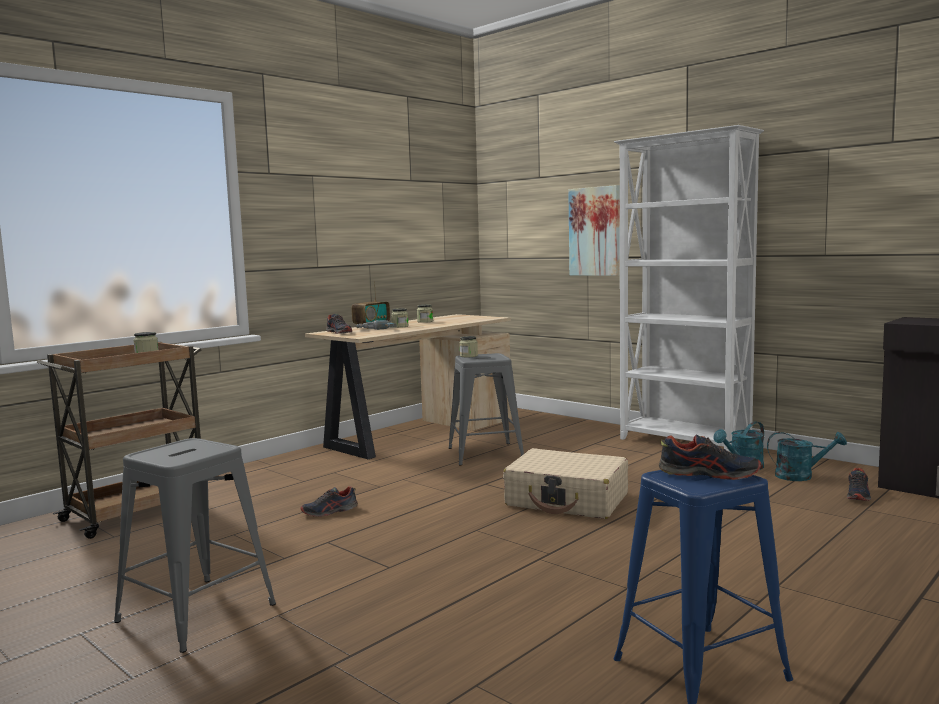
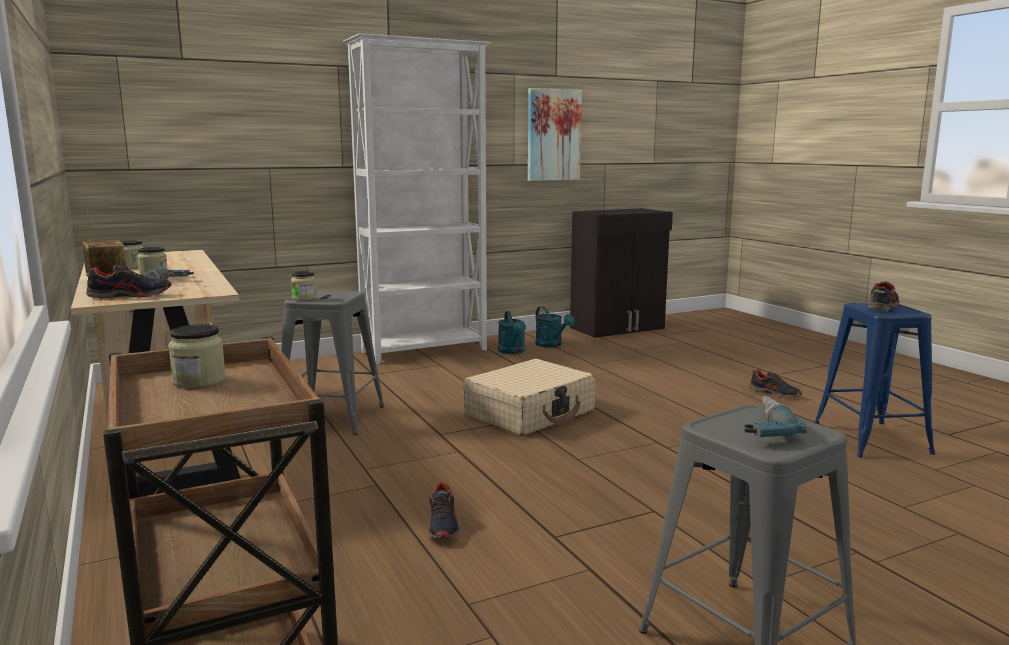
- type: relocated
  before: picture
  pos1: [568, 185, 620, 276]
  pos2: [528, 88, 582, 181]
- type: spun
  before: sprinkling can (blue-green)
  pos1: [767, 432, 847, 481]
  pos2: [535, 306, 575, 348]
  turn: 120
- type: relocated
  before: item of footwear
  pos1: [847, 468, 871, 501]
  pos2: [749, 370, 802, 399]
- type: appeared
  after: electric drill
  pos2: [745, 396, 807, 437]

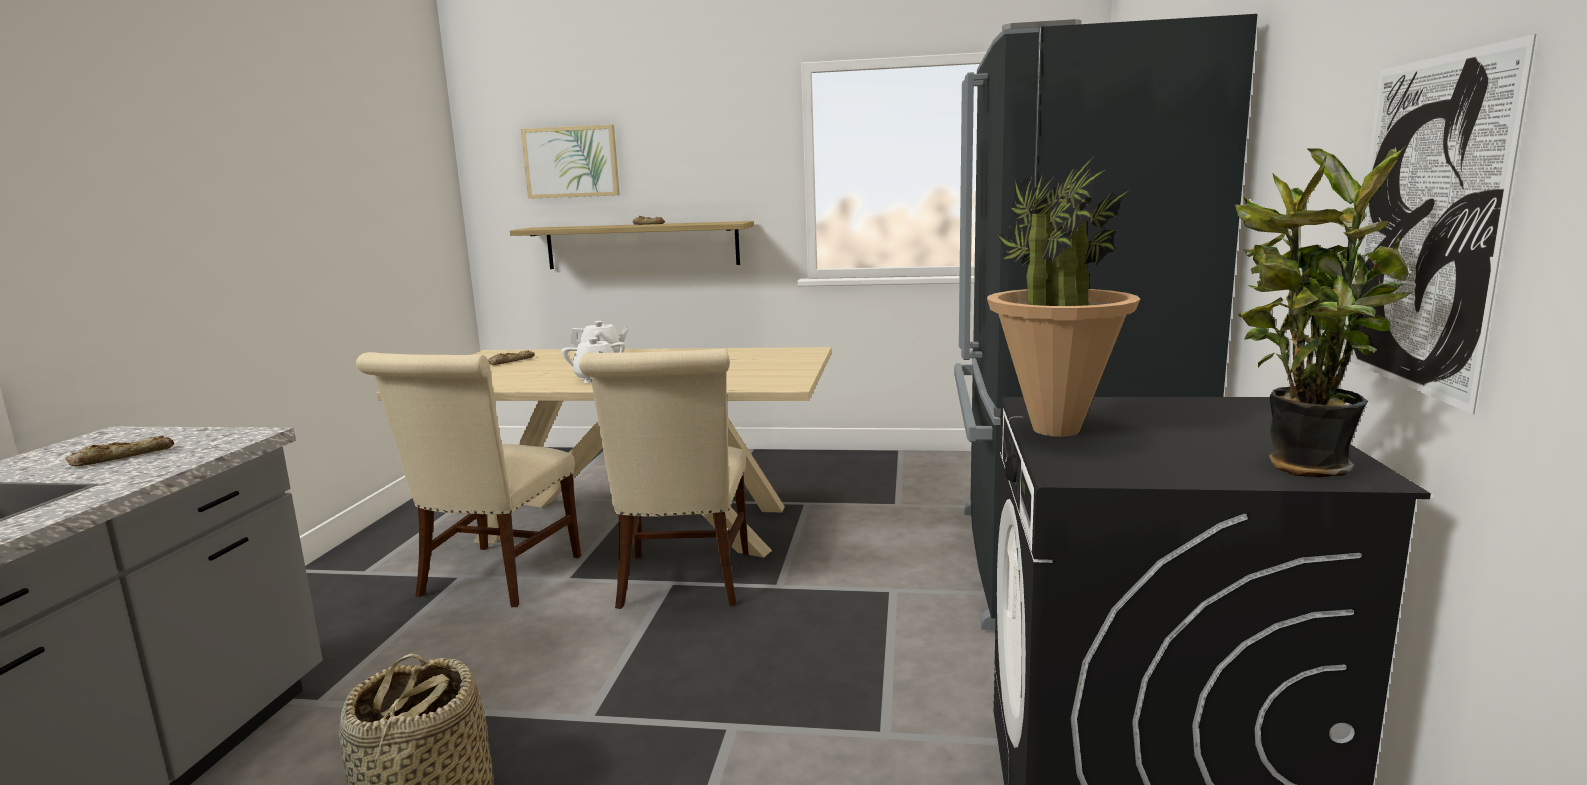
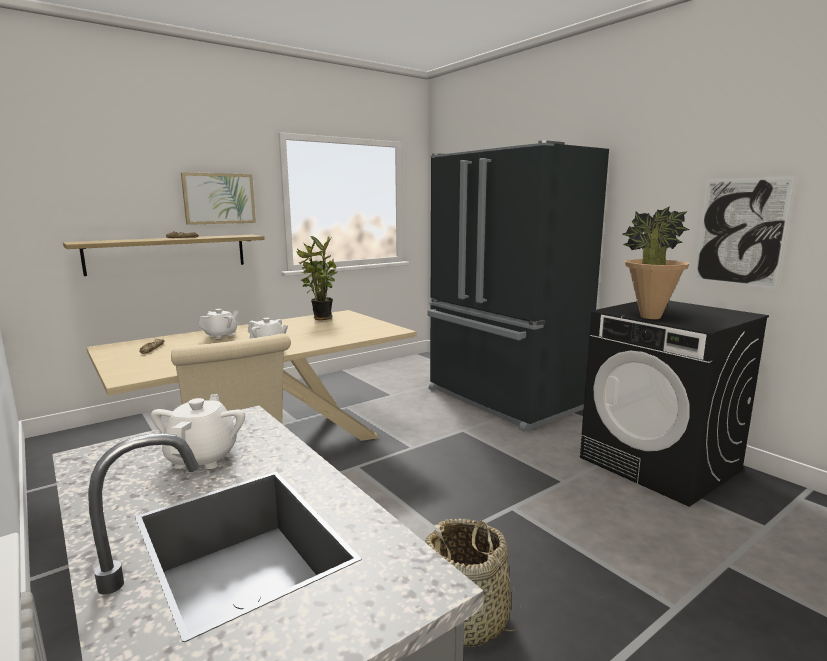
- type: exchanged
  before: baked bread
  after: teapot (white-coloured)
  pos1: [66, 436, 174, 466]
  pos2: [151, 394, 245, 469]
- type: relocated
  before: picture
  pos1: [521, 125, 620, 199]
  pos2: [181, 172, 256, 225]
- type: missing
  before: chair (beige-coloured)
  pos1: [579, 348, 749, 609]
- type: relocated
  before: plant in a pot
  pos1: [1235, 147, 1413, 477]
  pos2: [296, 236, 337, 320]

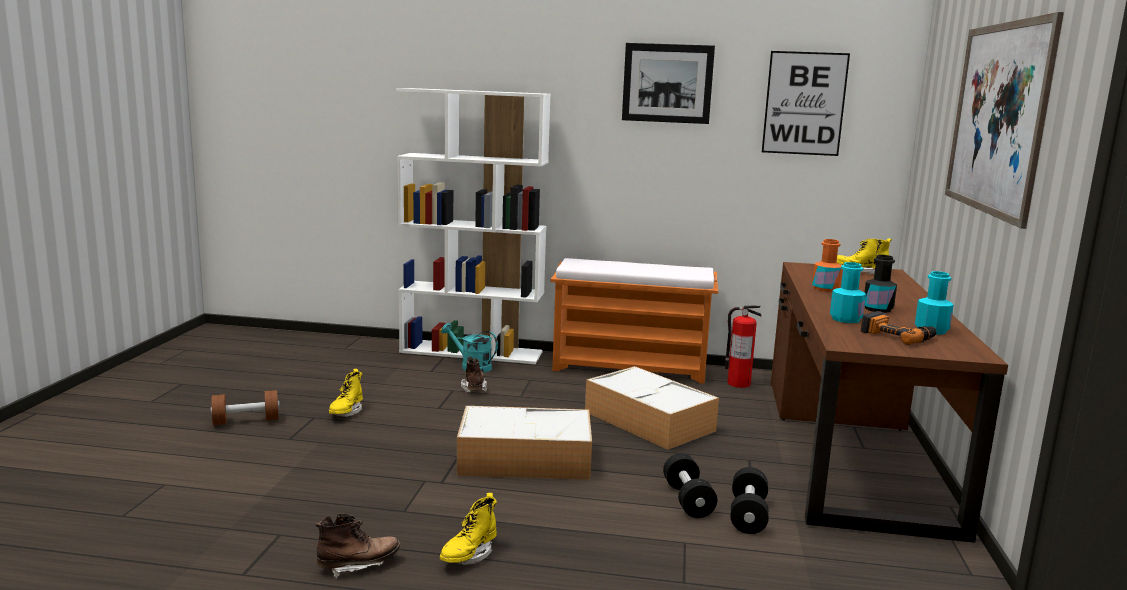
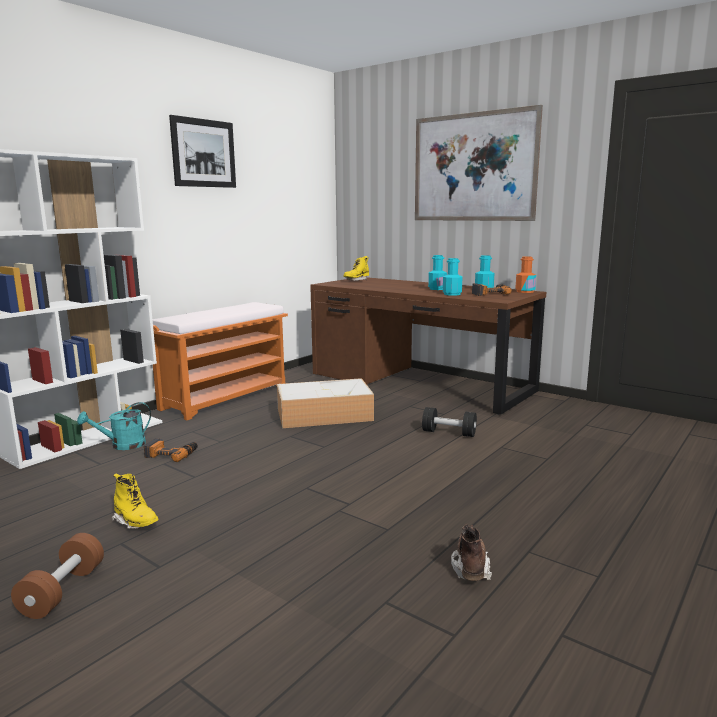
- type: missing
  before: tall boot (yellow)
  pos1: [440, 493, 497, 565]
- type: missing
  before: storage box
  pos1: [457, 406, 592, 480]
- type: exchanged
  before: tall boot (brown)
  after: electric drill
  pos1: [461, 356, 488, 392]
  pos2: [144, 438, 198, 462]
- type: missing
  before: fire-fighting cylinder
  pos1: [725, 306, 761, 388]
- type: missing
  before: free weight (blackish)
  pos1: [730, 467, 769, 534]
- type: missing
  before: picture
  pos1: [762, 51, 850, 156]
- type: relocated
  before: drink bottle (orange)
  pos1: [812, 239, 843, 292]
  pos2: [515, 256, 536, 293]
- type: colour
  before: drink bottle (blackish)
  after: drink bottle (blue-green)
  pos1: [864, 255, 897, 313]
  pos2: [428, 255, 447, 290]

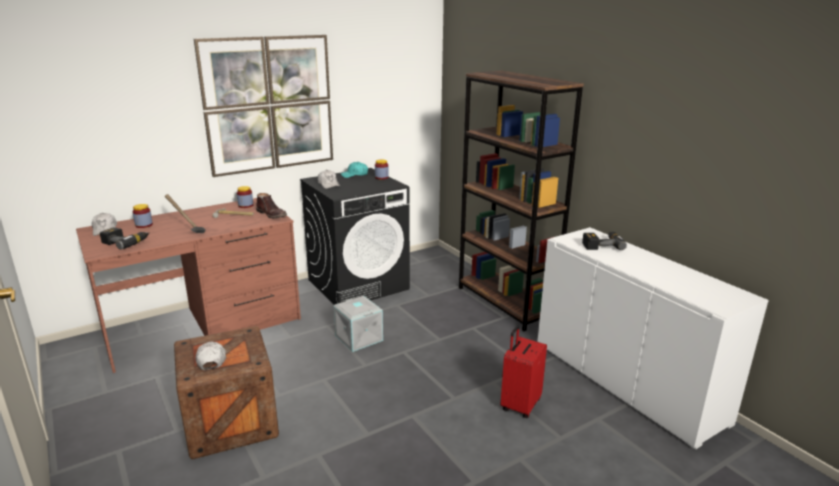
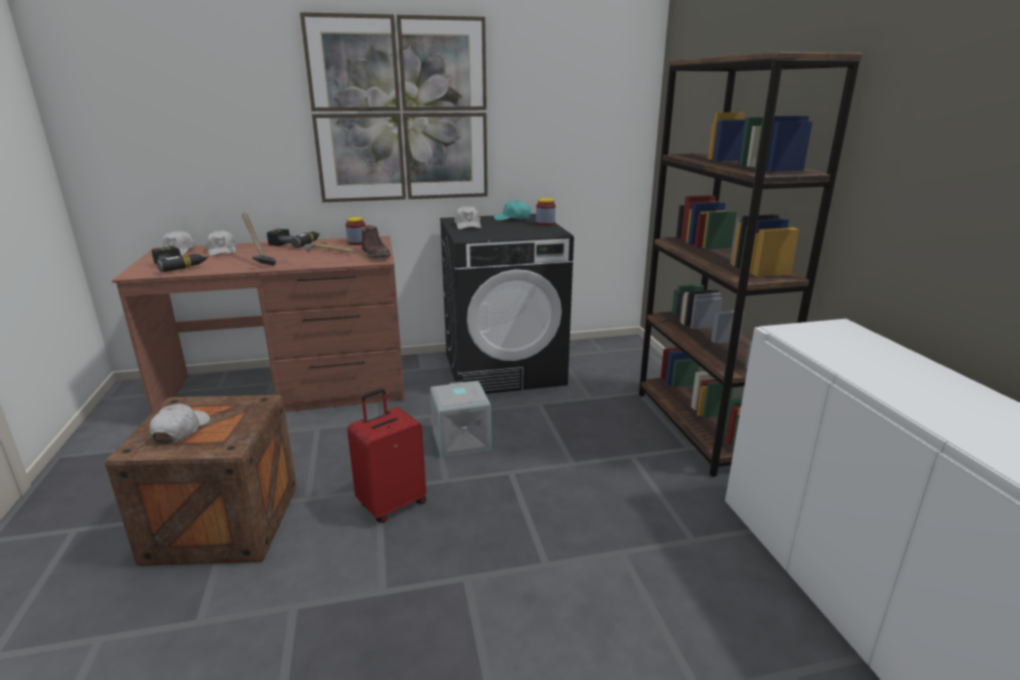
- type: exchanged
  before: preserve jar
  after: cap (white-coloured)
  pos1: [133, 204, 153, 228]
  pos2: [206, 230, 237, 256]
- type: relocated
  before: piece of luggage (reddish)
  pos1: [500, 325, 547, 418]
  pos2: [347, 388, 426, 523]
- type: relocated
  before: electric drill
  pos1: [582, 232, 627, 250]
  pos2: [267, 229, 320, 248]

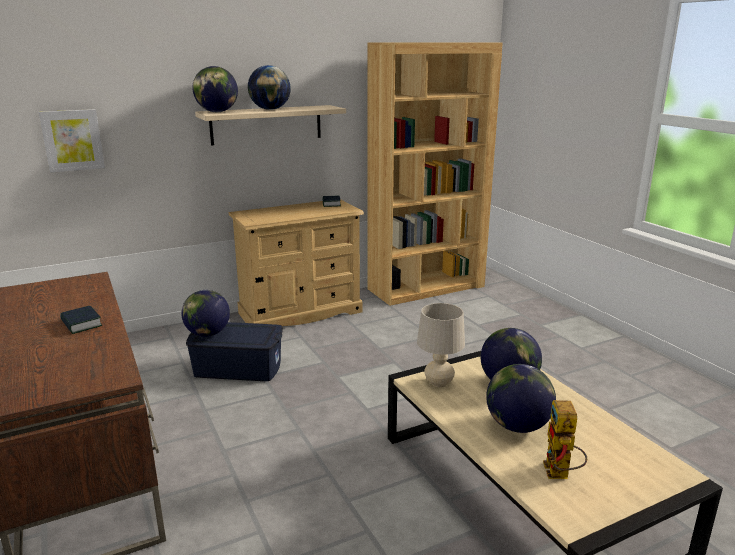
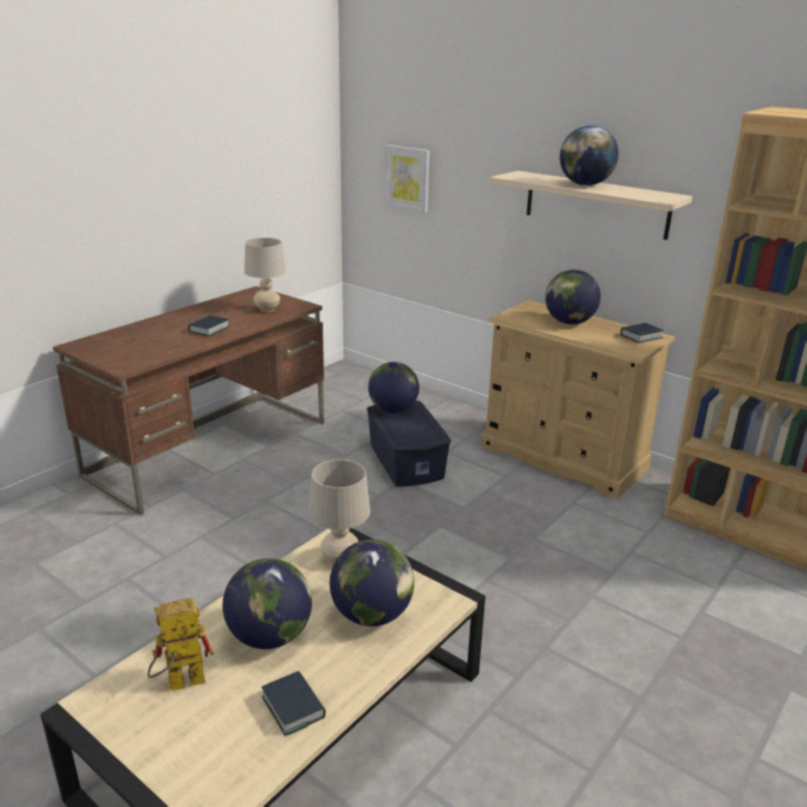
- type: relocated
  before: desk globe
  pos1: [192, 66, 238, 112]
  pos2: [545, 269, 601, 325]
- type: appeared
  after: lamp for a table (beige-coloured)
  pos2: [244, 238, 286, 312]
- type: appeared
  after: book
  pos2: [262, 671, 326, 736]

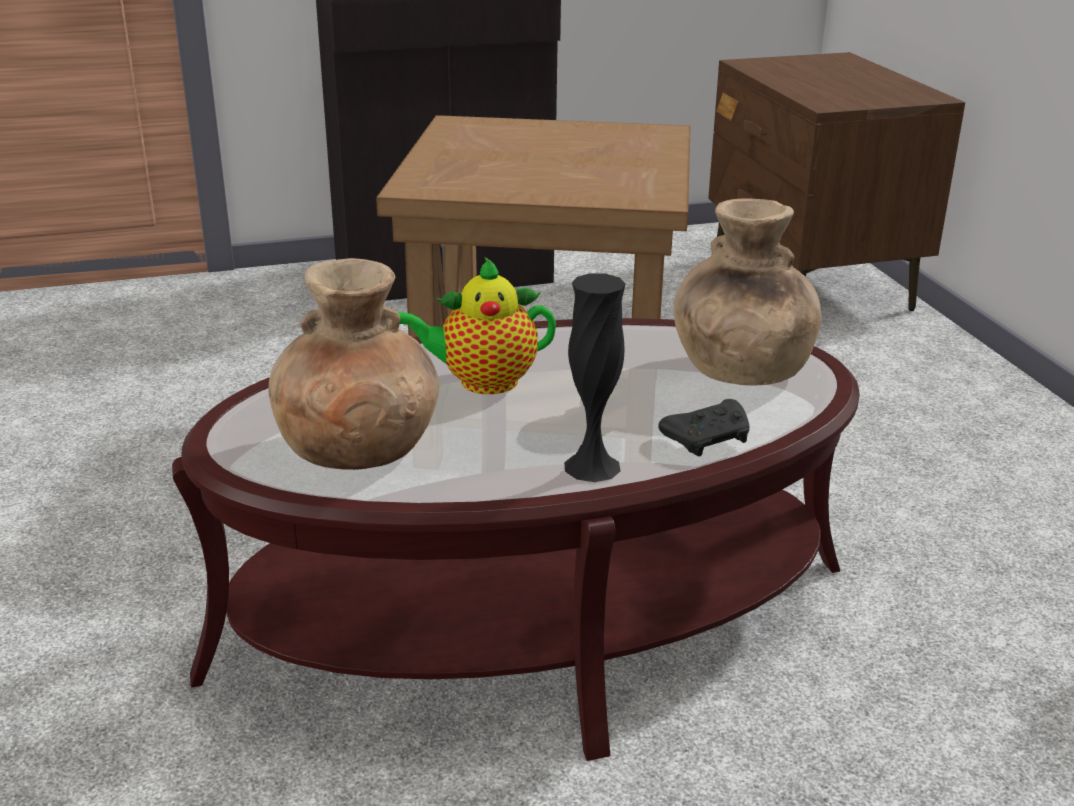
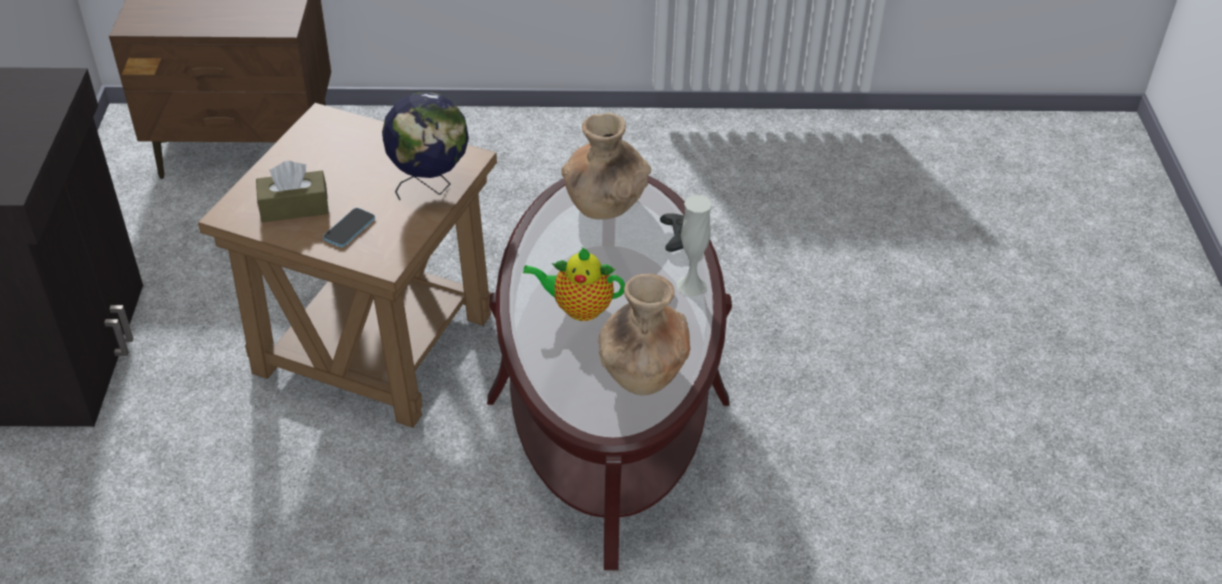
- type: spun
  before: teapot
  pos1: [398, 257, 556, 394]
  pos2: [523, 247, 625, 321]
  turn: 90
- type: colour
  before: decorative vase (blackish)
  after: decorative vase (white-coloured)
  pos1: [564, 273, 625, 482]
  pos2: [676, 195, 712, 297]
- type: appeared
  after: tissue holder (brown)
  pos2: [256, 161, 329, 222]
- type: appeared
  after: phone
  pos2: [323, 208, 375, 247]
- type: appeared
  after: desk globe
  pos2: [382, 92, 469, 201]

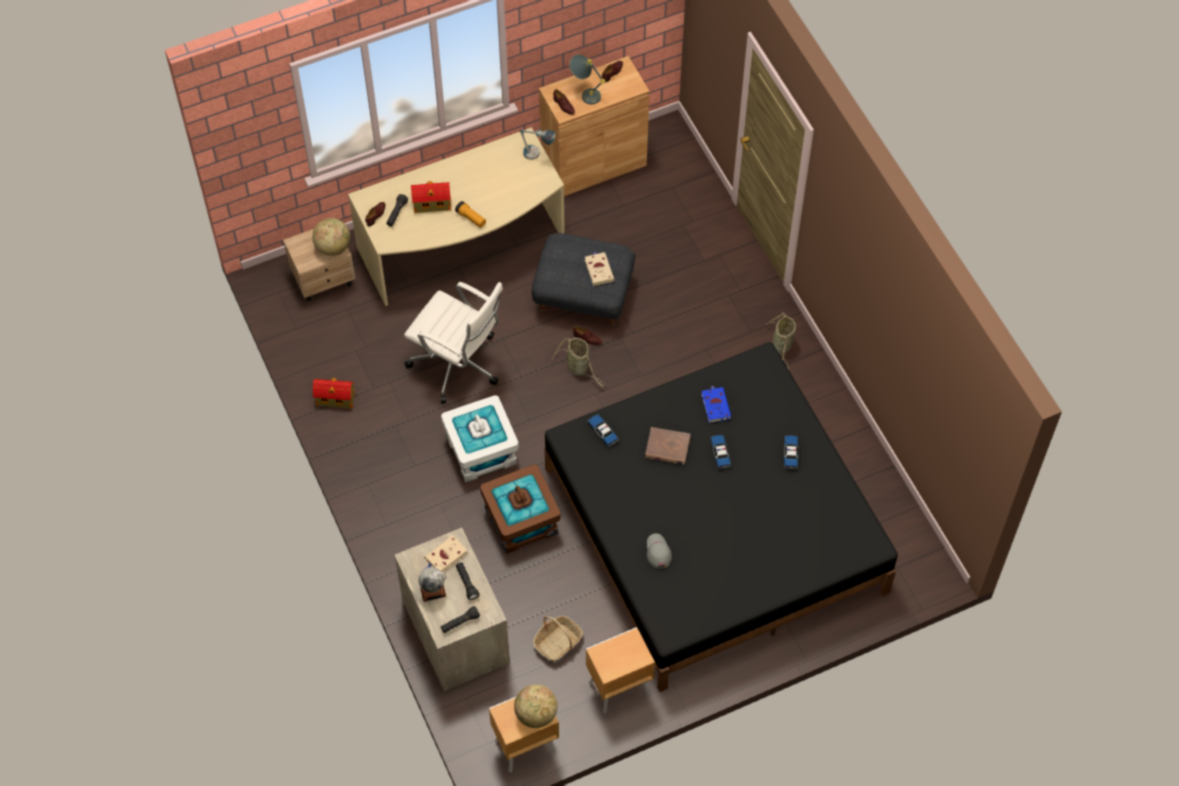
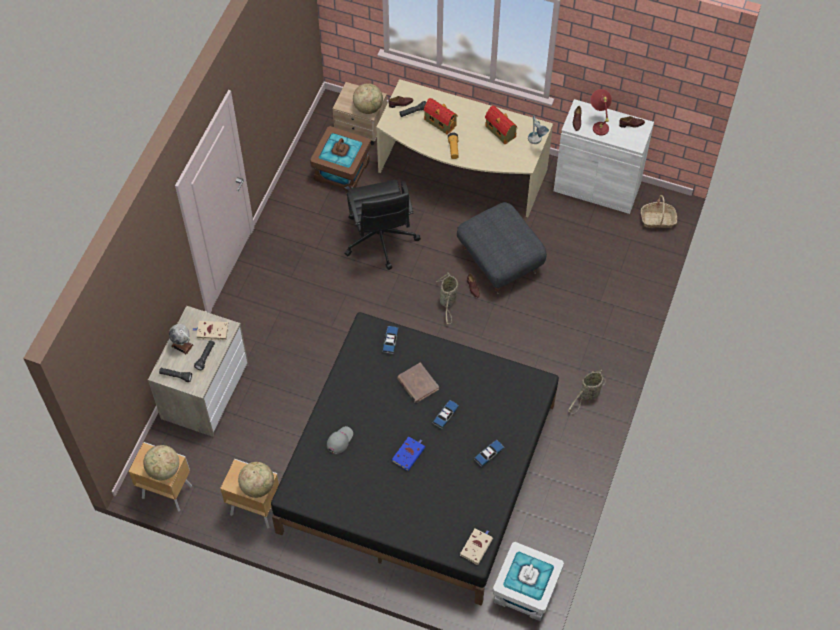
- type: relocated
  before: miniature house
  pos1: [313, 378, 355, 408]
  pos2: [485, 106, 517, 144]
- type: colour
  before: desk chair (white-coloured)
  after: desk chair (blackish)
  pos1: [404, 282, 503, 404]
  pos2: [345, 180, 421, 270]
- type: relocated
  before: storage box (white-coloured)
  pos1: [441, 395, 519, 482]
  pos2: [493, 542, 564, 622]
- type: relocated
  before: storage box (brown)
  pos1: [480, 464, 561, 554]
  pos2: [310, 126, 371, 191]
- type: relocated
  before: household basket
  pos1: [533, 616, 583, 662]
  pos2: [641, 195, 677, 228]
- type: colour
  before: cabinet (brown)
  after: cabinet (white-coloured)
  pos1: [539, 56, 650, 196]
  pos2: [554, 99, 654, 214]
- type: colour
  before: lamp for a table (gray)
  after: lamp for a table (reddish)
  pos1: [569, 54, 605, 105]
  pos2: [590, 89, 612, 136]
- type: relocated
  before: book (beige-coloured)
  pos1: [585, 252, 615, 286]
  pos2: [460, 528, 493, 565]
- type: relocated
  before: book (blue-coloured)
  pos1: [701, 386, 732, 423]
  pos2: [392, 437, 425, 471]
- type: appeared
  after: desk globe
  pos2: [238, 462, 274, 498]

